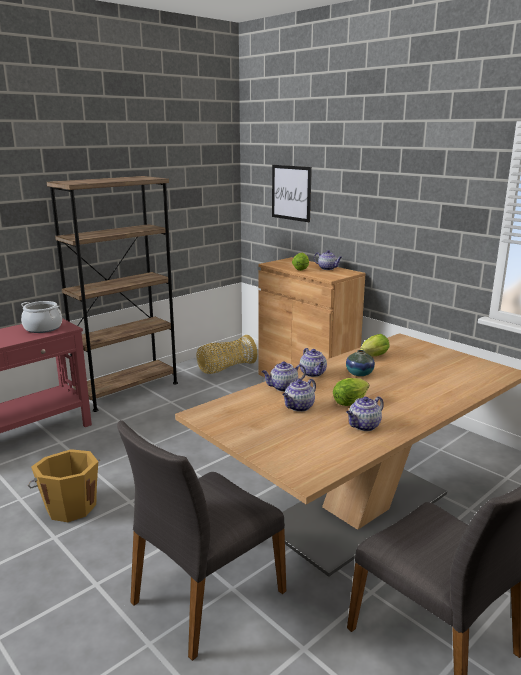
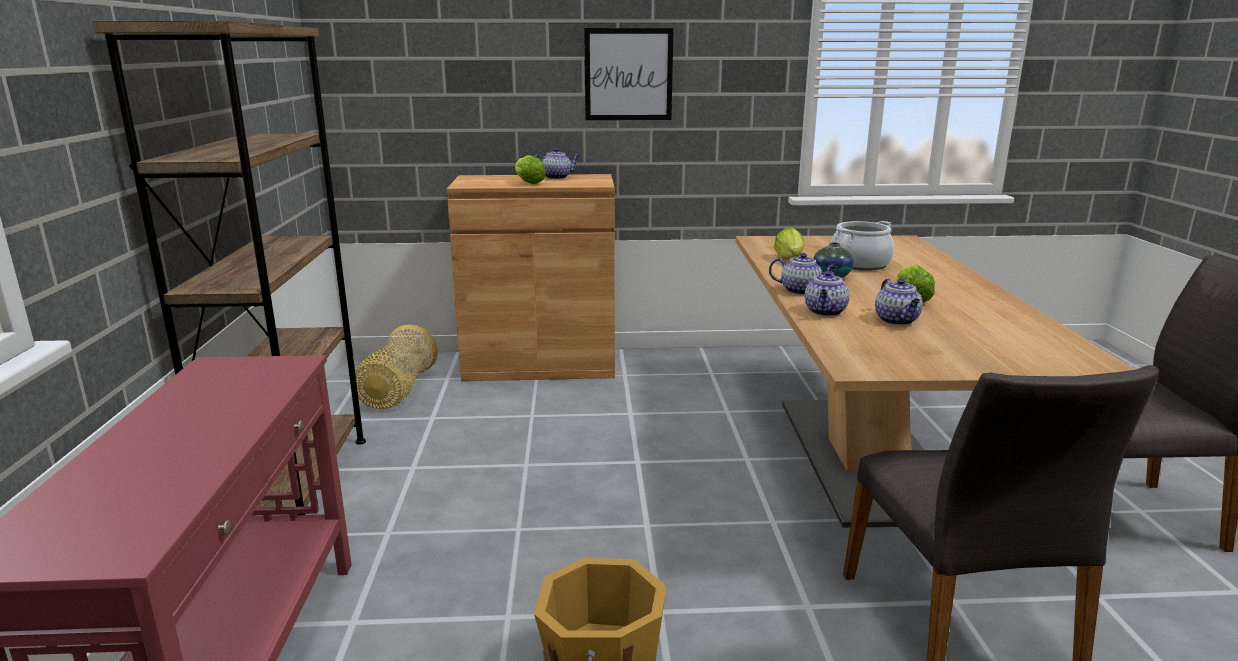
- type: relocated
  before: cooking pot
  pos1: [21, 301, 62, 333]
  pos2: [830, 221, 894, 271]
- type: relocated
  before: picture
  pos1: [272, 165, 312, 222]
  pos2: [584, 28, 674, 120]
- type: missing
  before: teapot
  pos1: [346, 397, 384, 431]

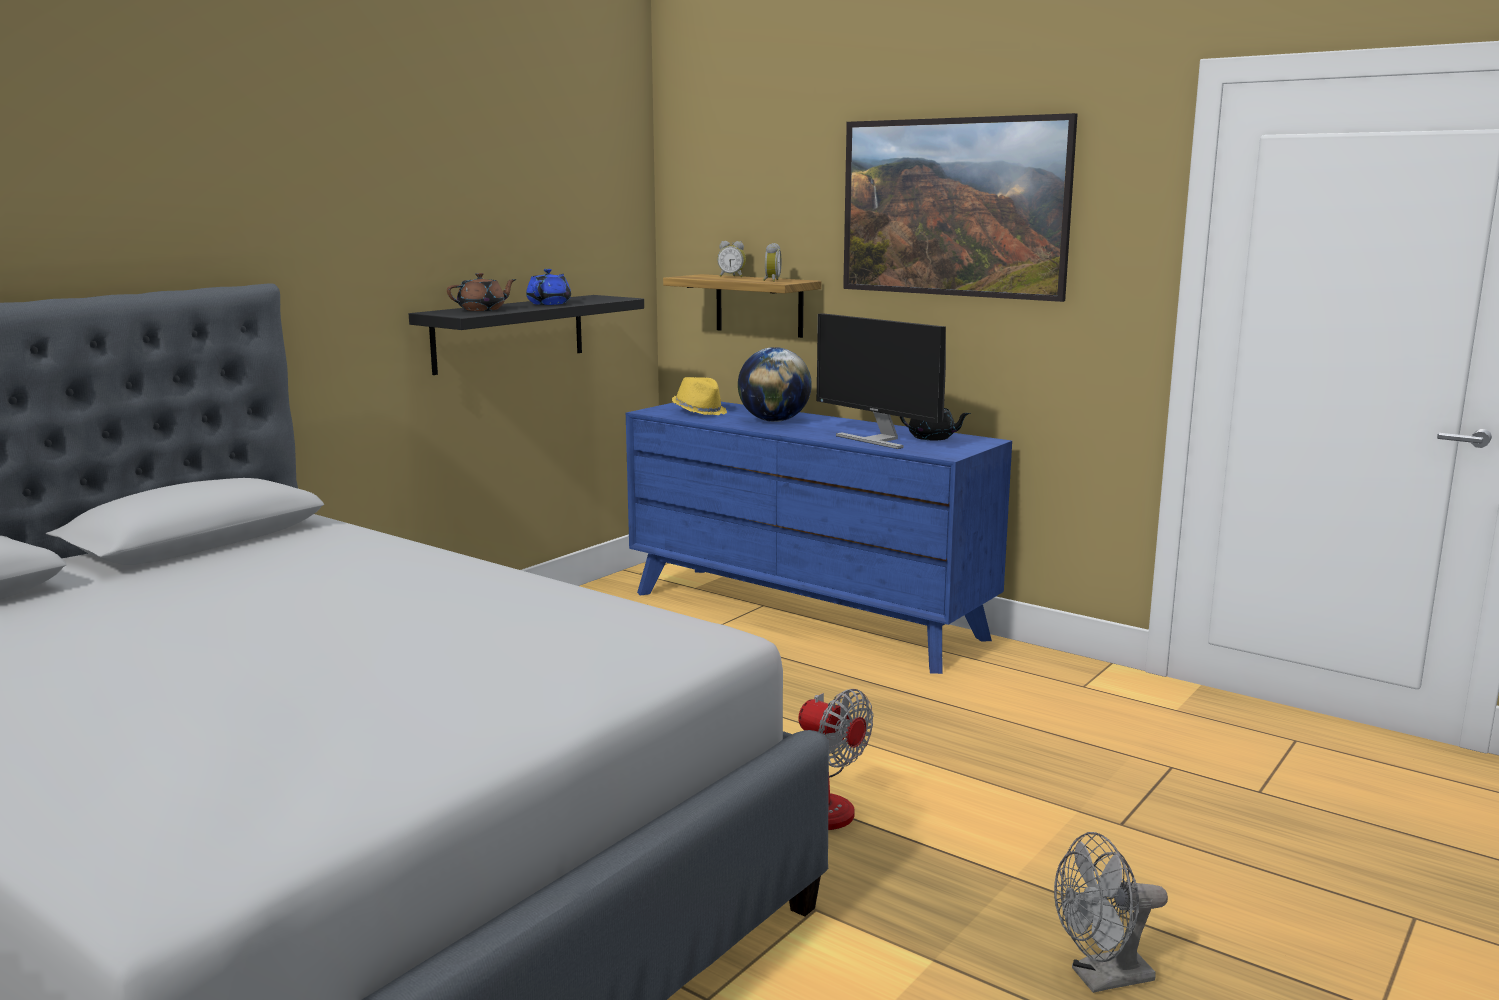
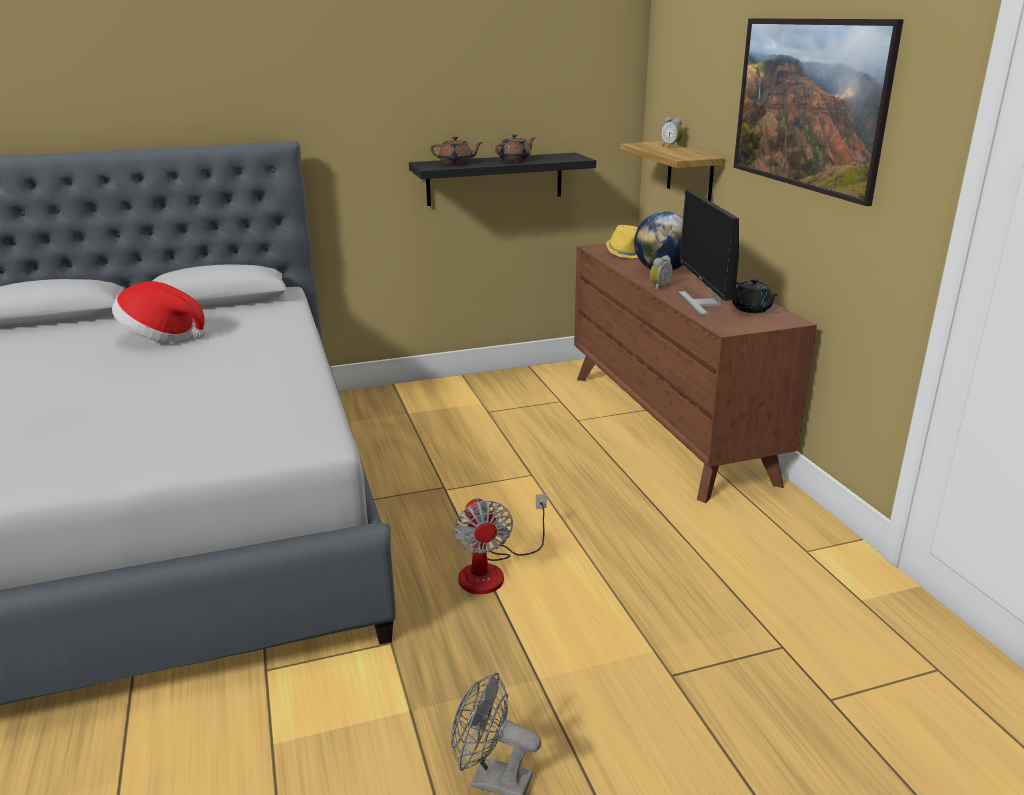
- type: colour
  before: teapot (blue-coloured)
  after: teapot (brown)
  pos1: [526, 269, 571, 305]
  pos2: [495, 134, 535, 162]
- type: colour
  before: dresser (blue-coloured)
  after: dresser (brown)
  pos1: [626, 402, 1012, 674]
  pos2: [574, 243, 817, 503]
- type: relocated
  before: table clock
  pos1: [763, 243, 781, 282]
  pos2: [650, 255, 673, 290]
- type: appeared
  after: hat
  pos2: [112, 281, 205, 343]

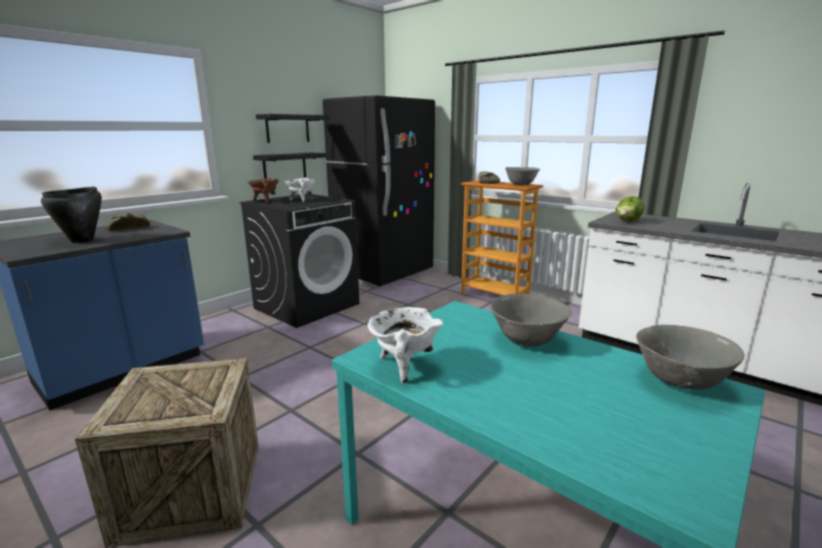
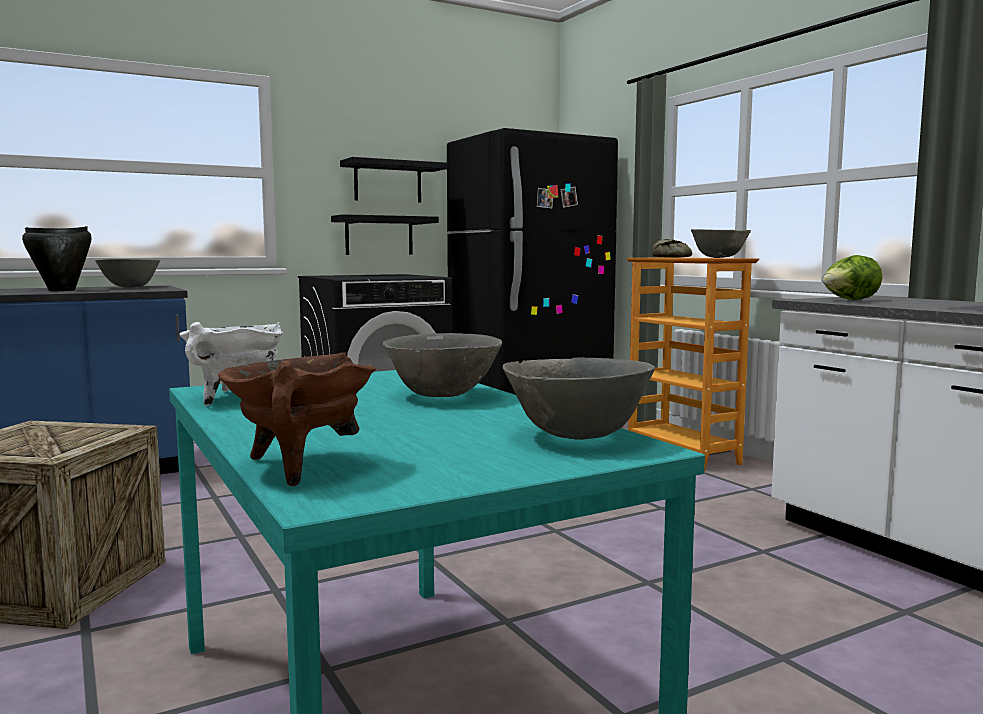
- type: exchanged
  before: baked bread
  after: deep dish (gray)
  pos1: [106, 213, 150, 231]
  pos2: [95, 259, 160, 288]
- type: relocated
  before: cooking pot (brown)
  pos1: [248, 178, 279, 203]
  pos2: [218, 352, 376, 486]
- type: missing
  before: cooking pot (white-coloured)
  pos1: [285, 177, 316, 203]

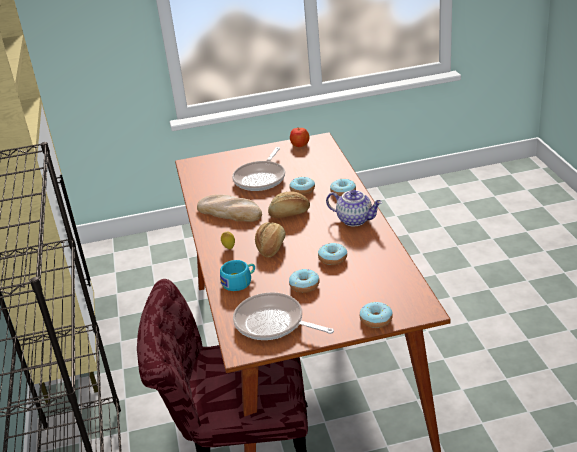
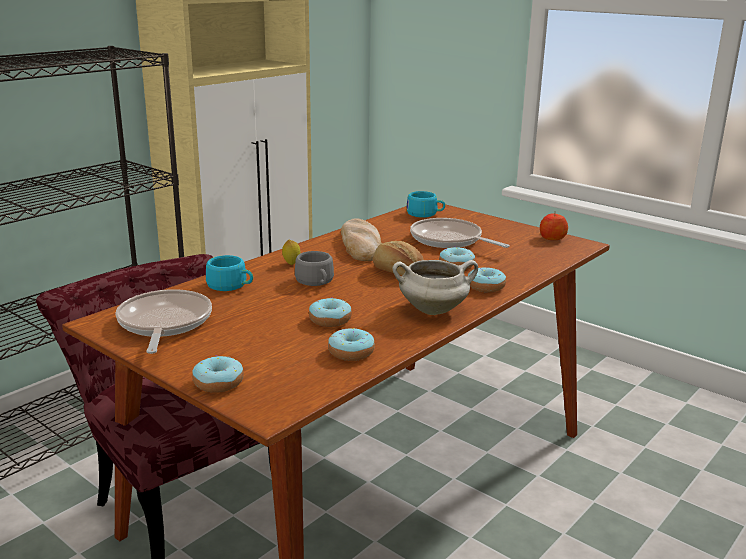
- type: spun
  before: frying pan
  pos1: [232, 147, 285, 191]
  pos2: [410, 218, 510, 248]
  turn: 60
- type: exchanged
  before: baked bread
  after: cup (gray)
  pos1: [255, 222, 286, 257]
  pos2: [295, 251, 334, 286]
- type: relocated
  before: doughnut
  pos1: [289, 269, 320, 293]
  pos2: [328, 328, 375, 361]
- type: exchanged
  before: teapot
  after: cooking pot (white-coloured)
  pos1: [326, 189, 382, 227]
  pos2: [393, 260, 478, 315]
- type: appeared
  after: cup (blue-green)
  pos2: [406, 191, 445, 218]

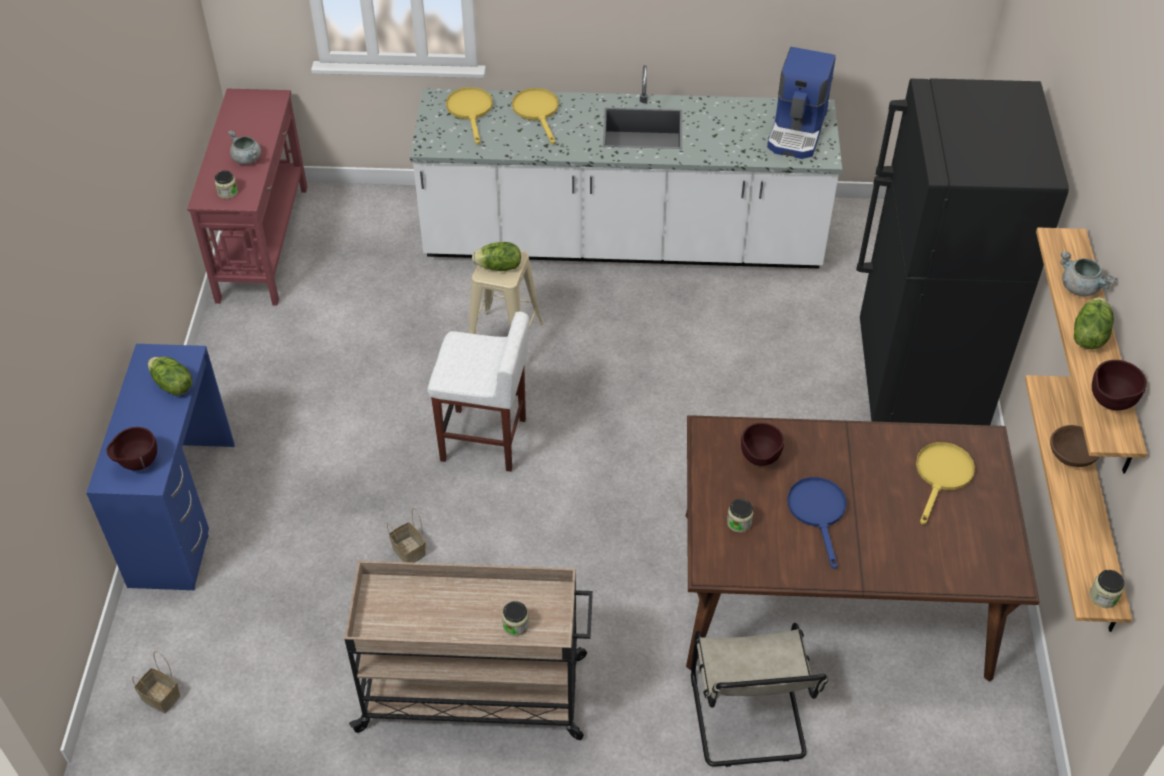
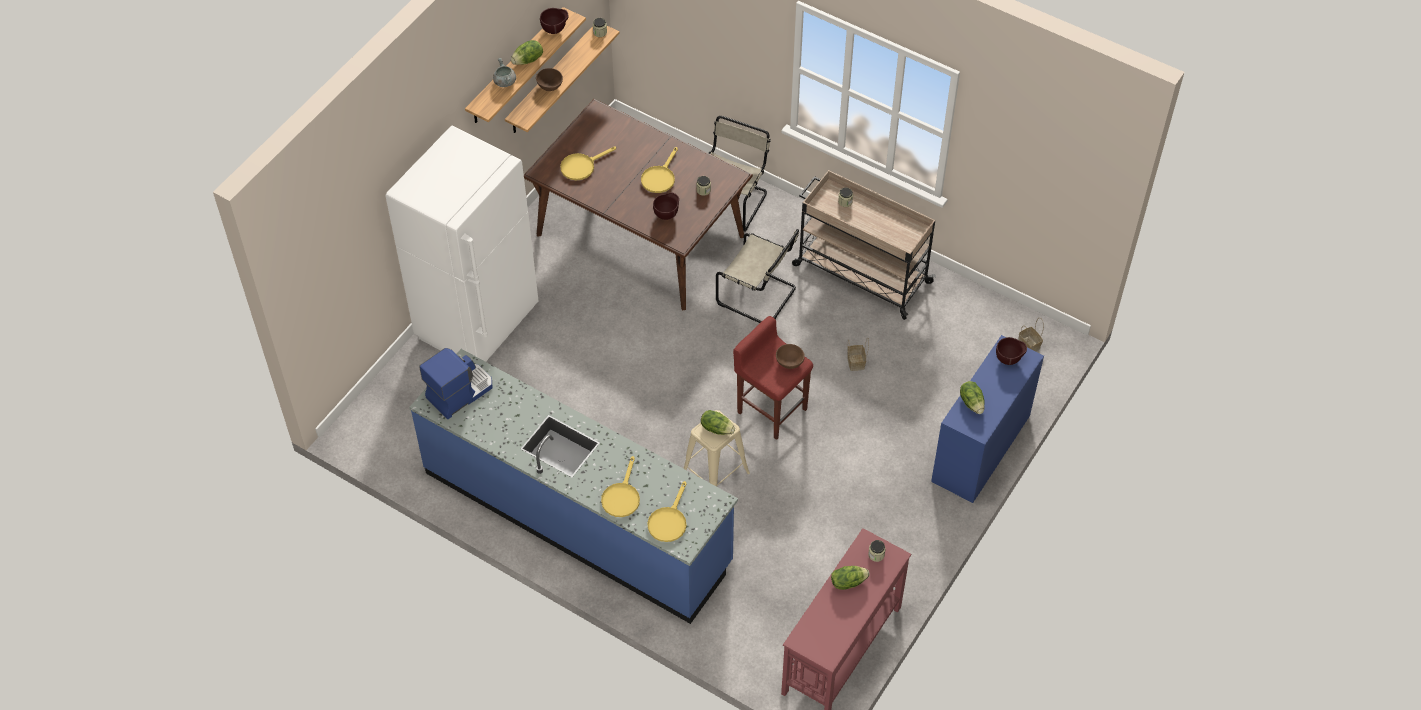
- type: exchanged
  before: cooking pot (gray)
  after: lettuce head
  pos1: [228, 130, 261, 164]
  pos2: [831, 566, 870, 590]
- type: colour
  before: kitchen counter (white-coloured)
  after: kitchen counter (blue-coloured)
  pos1: [410, 65, 842, 268]
  pos2: [409, 349, 738, 624]
- type: colour
  before: stool seat (white-coloured)
  after: stool seat (reddish)
  pos1: [427, 312, 529, 472]
  pos2: [733, 316, 813, 440]
- type: colour
  before: frying pan (blue-coloured)
  after: frying pan (yellow)
  pos1: [787, 477, 847, 569]
  pos2: [641, 147, 678, 193]
- type: colour
  before: fridge (blackish)
  after: fridge (white-coloured)
  pos1: [856, 78, 1069, 425]
  pos2: [386, 126, 538, 362]
- type: appeared
  after: chair (beige-coloured)
  pos2: [716, 229, 799, 323]
- type: appeared
  after: deep dish (brown)
  pos2: [776, 344, 805, 369]

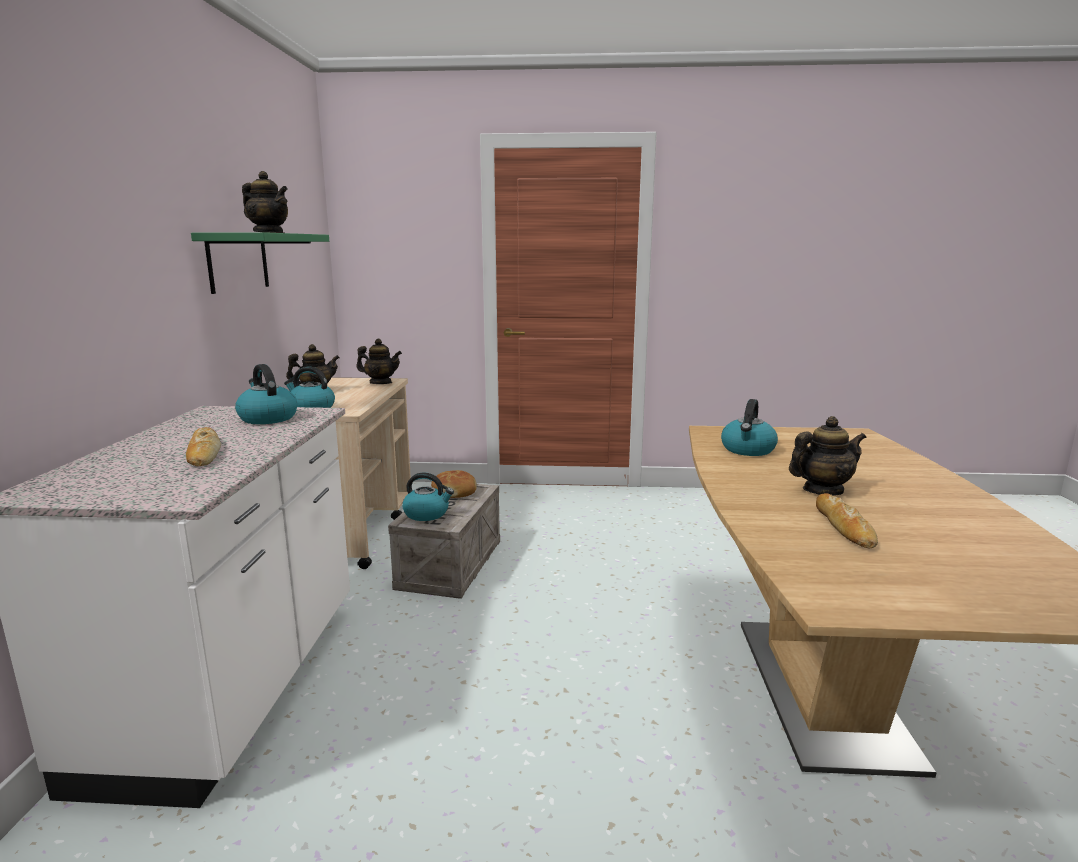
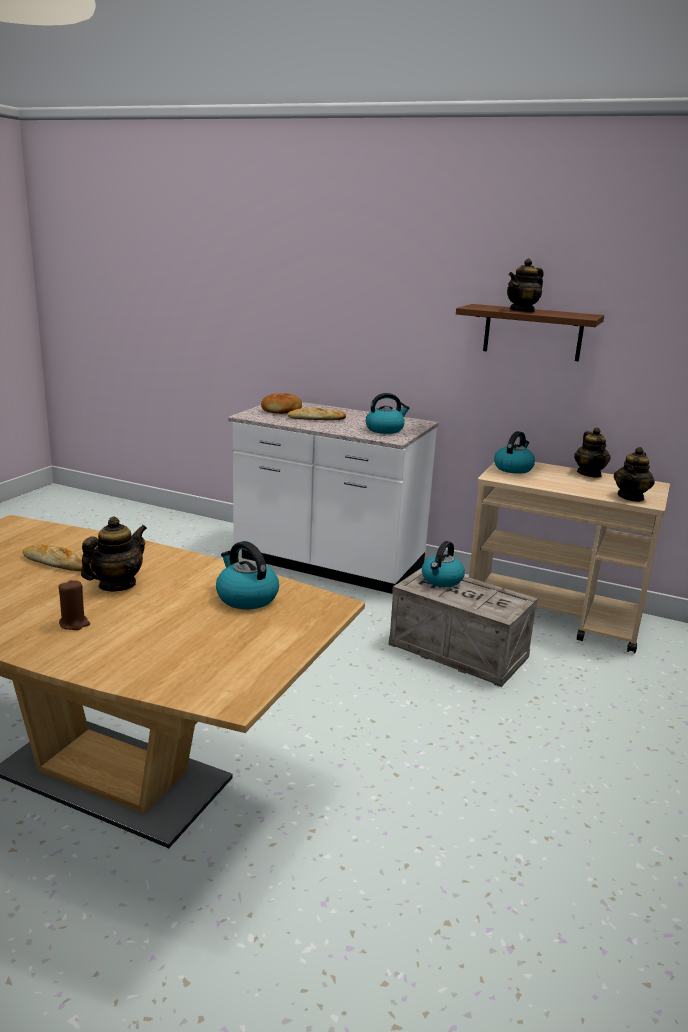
- type: colour
  before: bracket shelf (green)
  after: bracket shelf (brown)
  pos1: [191, 232, 329, 294]
  pos2: [456, 304, 604, 361]
- type: relocated
  before: baked bread
  pos1: [431, 470, 477, 498]
  pos2: [261, 393, 302, 414]
- type: spun
  before: teapot
  pos1: [789, 416, 866, 496]
  pos2: [81, 516, 147, 592]
  turn: -150
- type: appeared
  after: wax candle (brown)
  pos2: [59, 580, 90, 630]

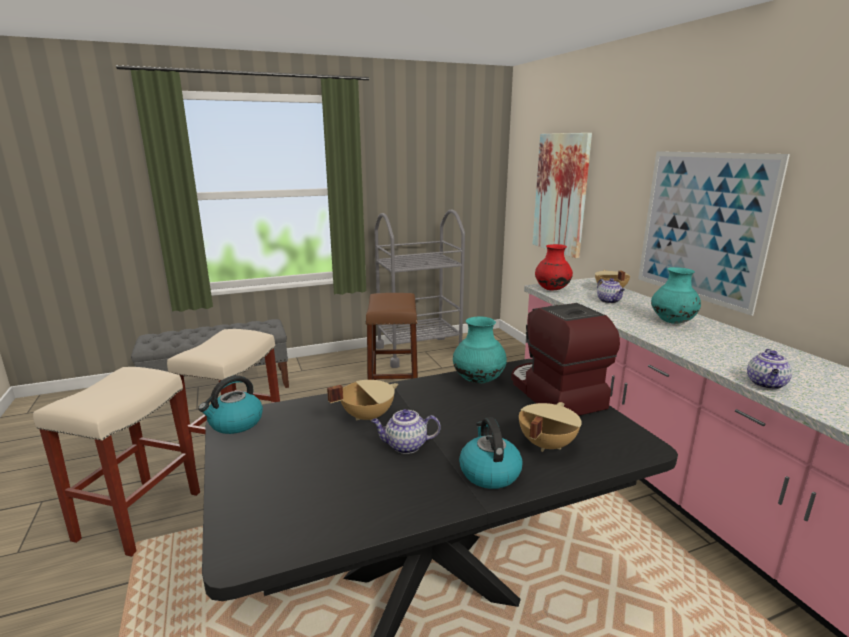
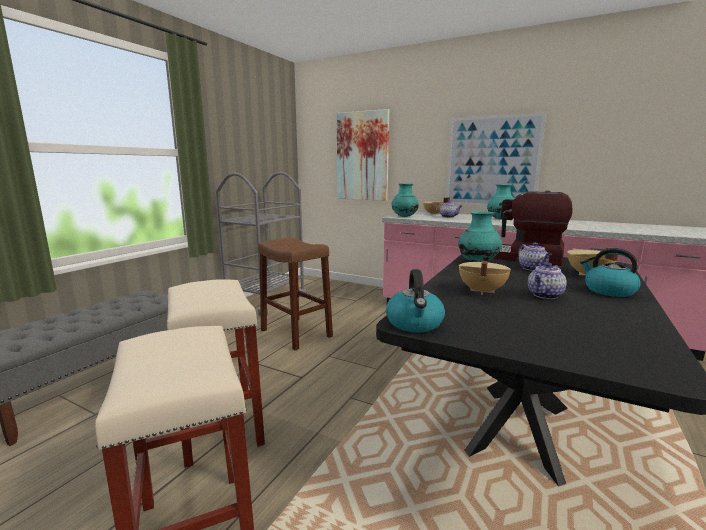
- type: colour
  before: decorative vase (reddish)
  after: decorative vase (blue-green)
  pos1: [535, 244, 573, 291]
  pos2: [391, 183, 419, 217]
- type: relocated
  before: teapot
  pos1: [747, 349, 792, 389]
  pos2: [518, 242, 552, 271]

